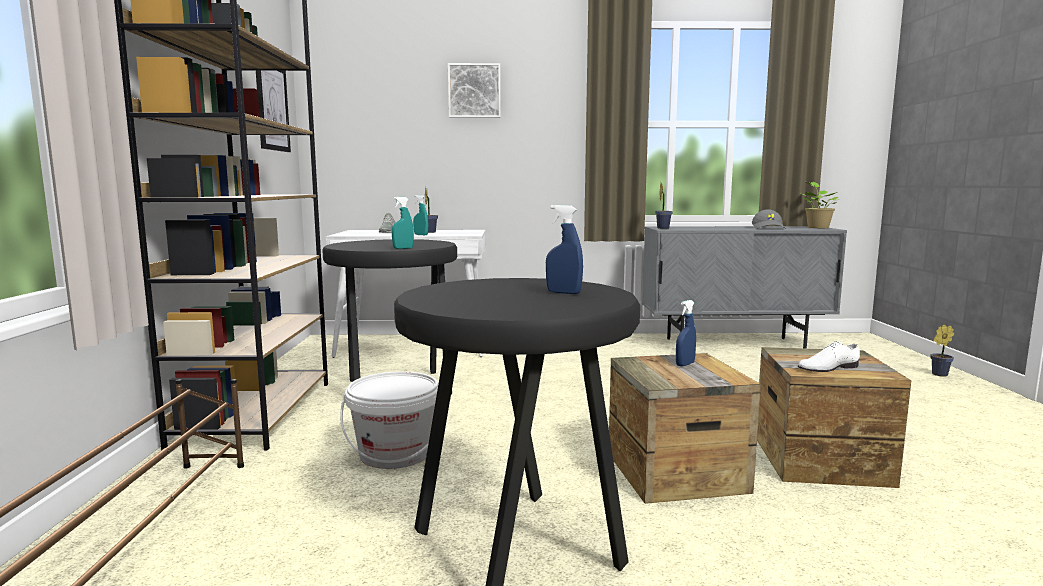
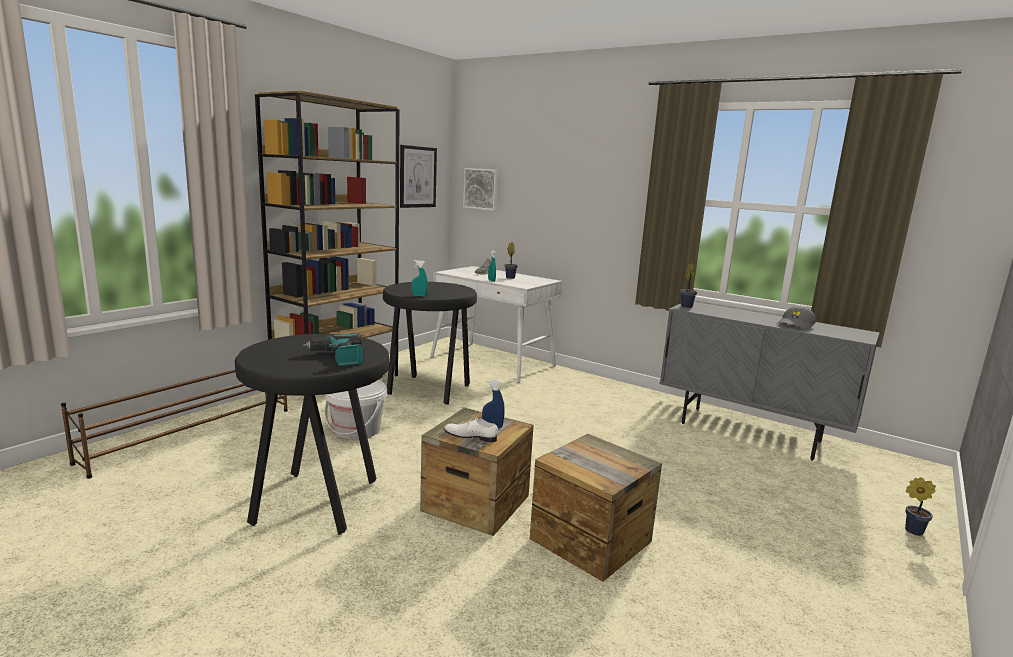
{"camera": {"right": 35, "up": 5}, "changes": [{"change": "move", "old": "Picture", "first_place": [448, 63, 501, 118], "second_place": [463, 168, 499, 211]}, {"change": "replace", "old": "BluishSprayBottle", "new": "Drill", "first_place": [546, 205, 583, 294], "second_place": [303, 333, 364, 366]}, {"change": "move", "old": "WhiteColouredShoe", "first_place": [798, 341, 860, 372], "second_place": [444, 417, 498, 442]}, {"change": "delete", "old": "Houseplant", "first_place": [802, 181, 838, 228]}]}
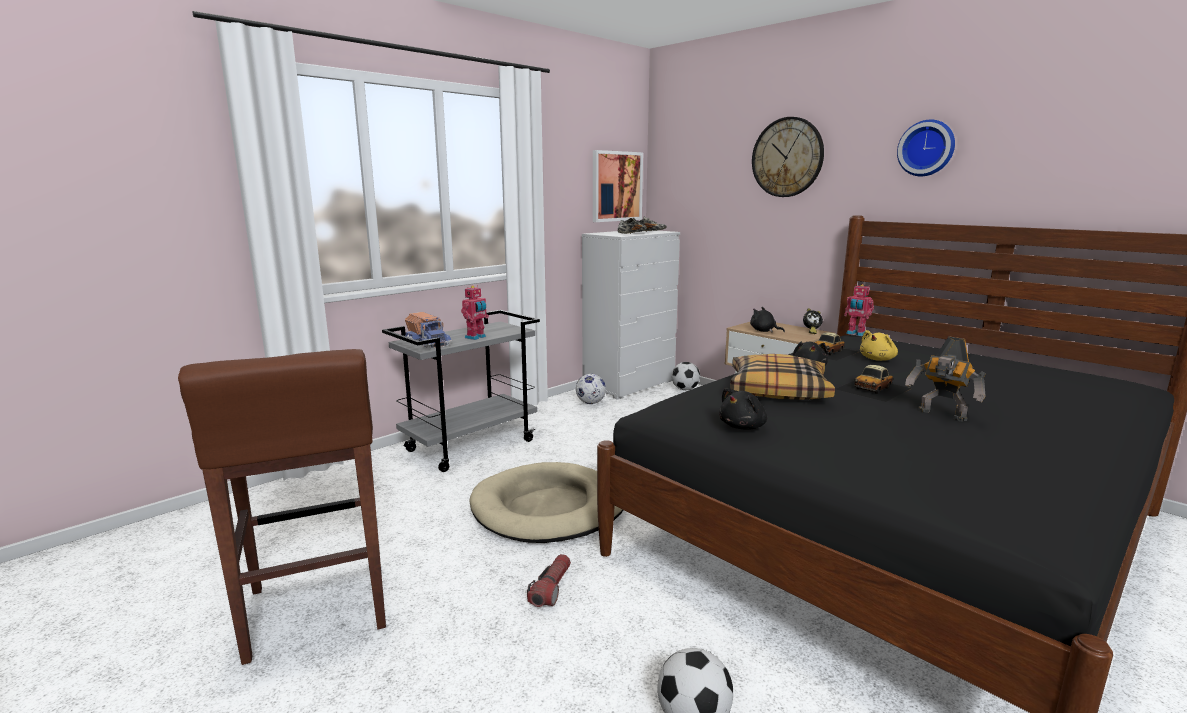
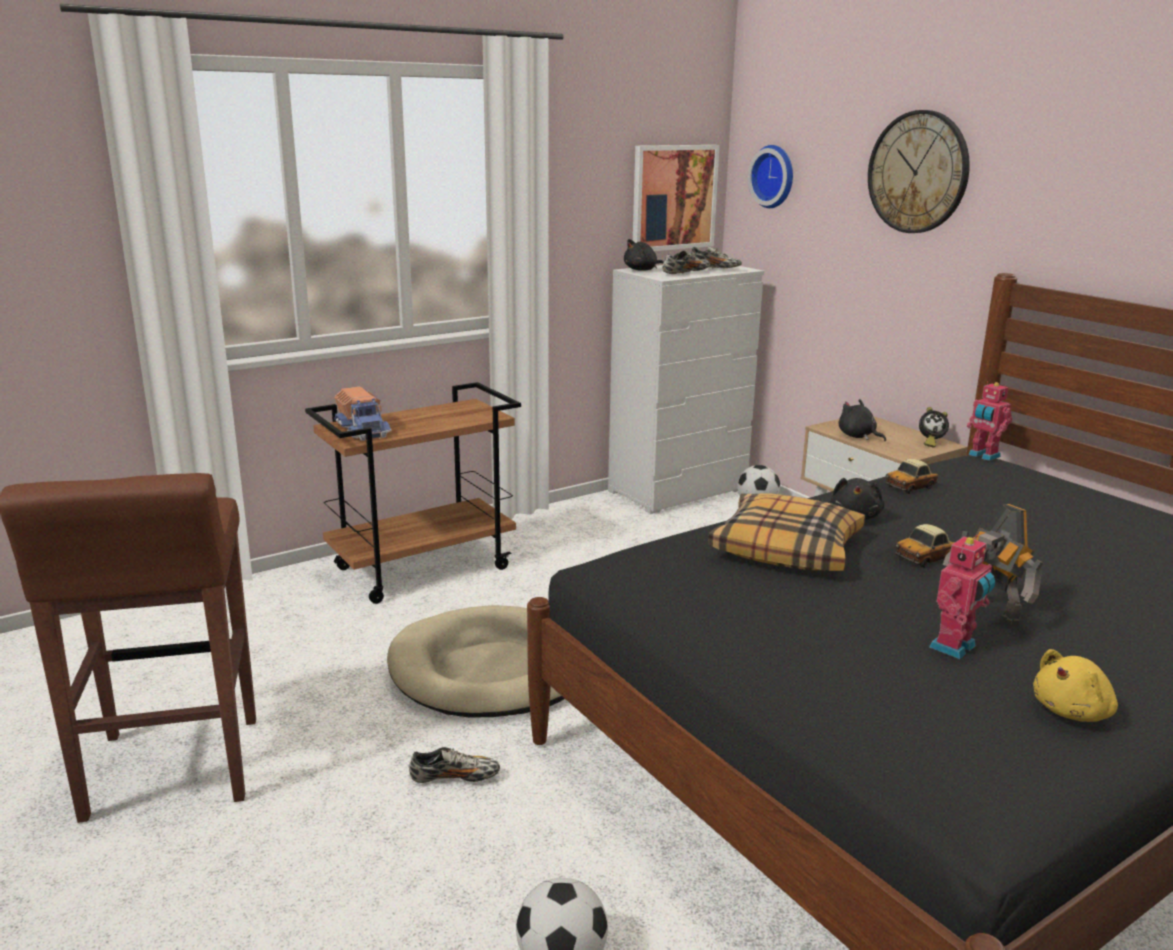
{"camera": {"right": 10, "up": 5}, "changes": [{"change": "recolor", "old": "GreyCart", "new": "BrownishCart", "first_place": [382, 310, 540, 472], "second_place": [305, 382, 521, 604]}, {"change": "move", "old": "RobotFigure", "first_place": [461, 285, 489, 340], "second_place": [929, 535, 995, 659]}, {"change": "replace", "old": "Flashlight", "new": "Shoe", "first_place": [527, 554, 571, 607], "second_place": [409, 747, 500, 783]}, {"change": "delete", "old": "Football", "first_place": [576, 374, 606, 404]}, {"change": "move", "old": "BlackishSoftToy", "first_place": [719, 388, 767, 430], "second_place": [624, 239, 664, 271]}, {"change": "move", "old": "YellowishSoftToy", "first_place": [860, 330, 898, 361], "second_place": [1033, 649, 1118, 722]}, {"change": "move", "old": "WallClock", "first_place": [897, 120, 955, 176], "second_place": [748, 145, 793, 208]}]}
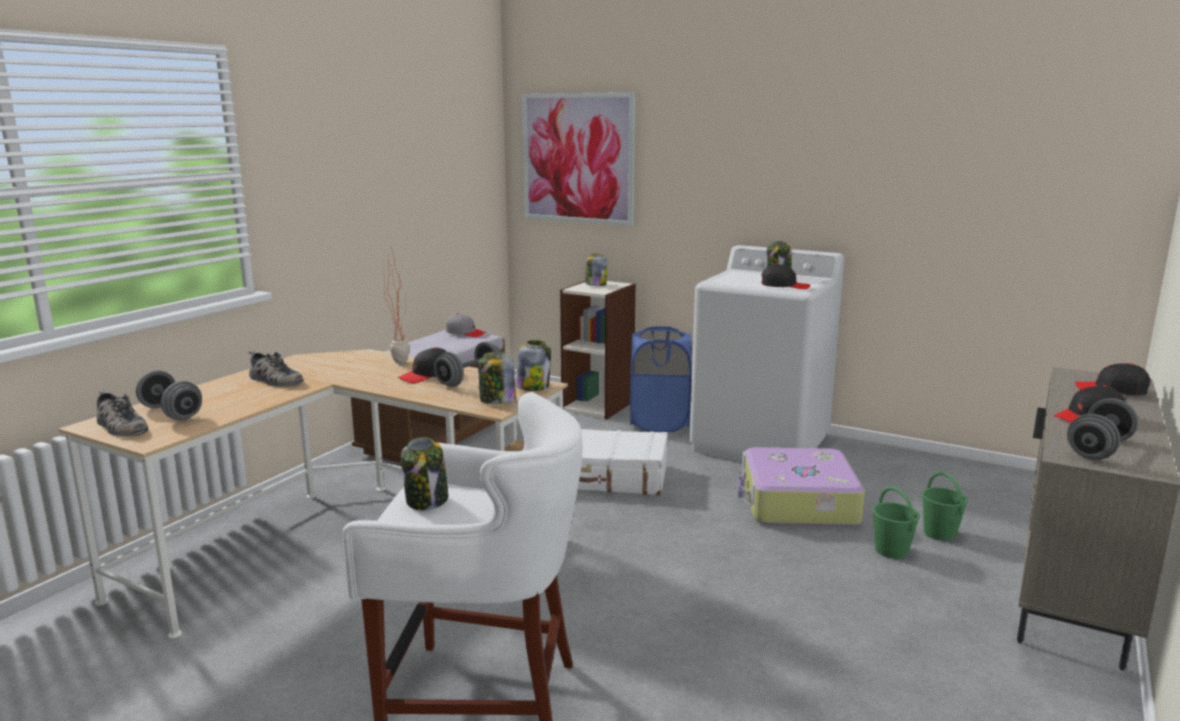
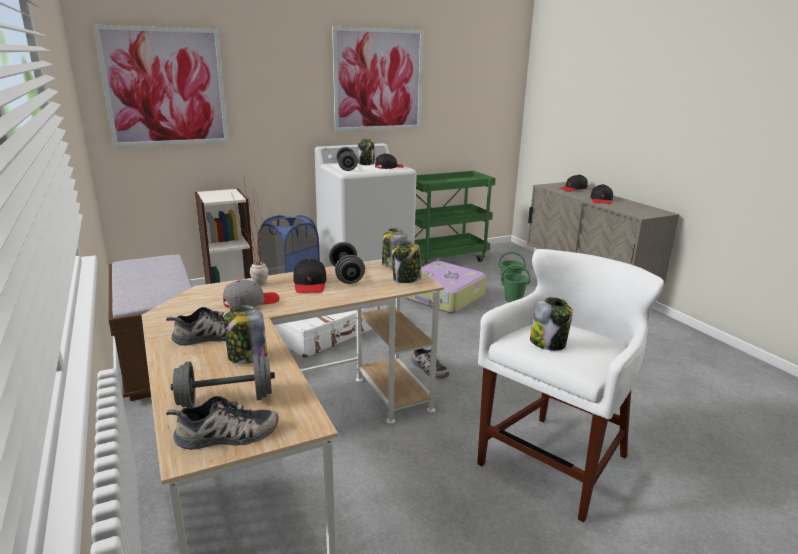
{"camera": {"right": -55, "up": 5}, "changes": [{"change": "move", "old": "GreyPeakedCap", "first_place": [446, 313, 487, 337], "second_place": [223, 280, 279, 309]}, {"change": "move", "old": "StorageJar", "first_place": [585, 254, 607, 286], "second_place": [224, 305, 267, 364]}, {"change": "move", "old": "GreyHandWeight", "first_place": [1067, 398, 1139, 460], "second_place": [336, 147, 358, 171]}, {"change": "insert", "new": "Picture", "second_place": [332, 27, 424, 131]}, {"change": "insert", "new": "Shoe", "second_place": [411, 348, 449, 379]}, {"change": "insert", "new": "GreenishCart", "second_place": [414, 171, 496, 267]}]}
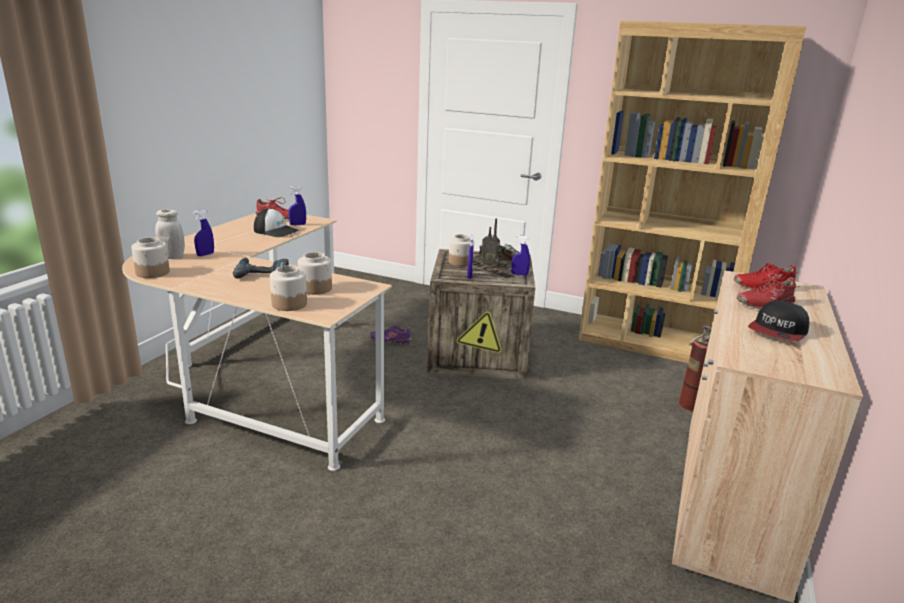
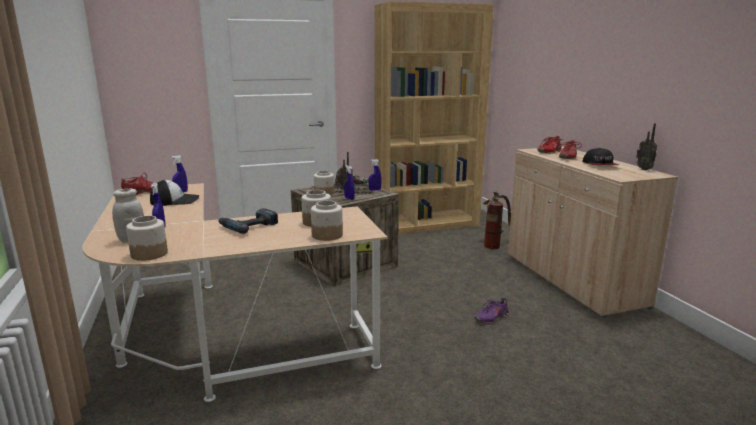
{"camera": {"right": -40, "up": -5}, "changes": [{"change": "move", "old": "PurpleShoe", "first_place": [370, 325, 412, 345], "second_place": [474, 297, 509, 324]}, {"change": "insert", "new": "Radio", "second_place": [636, 123, 657, 170]}]}
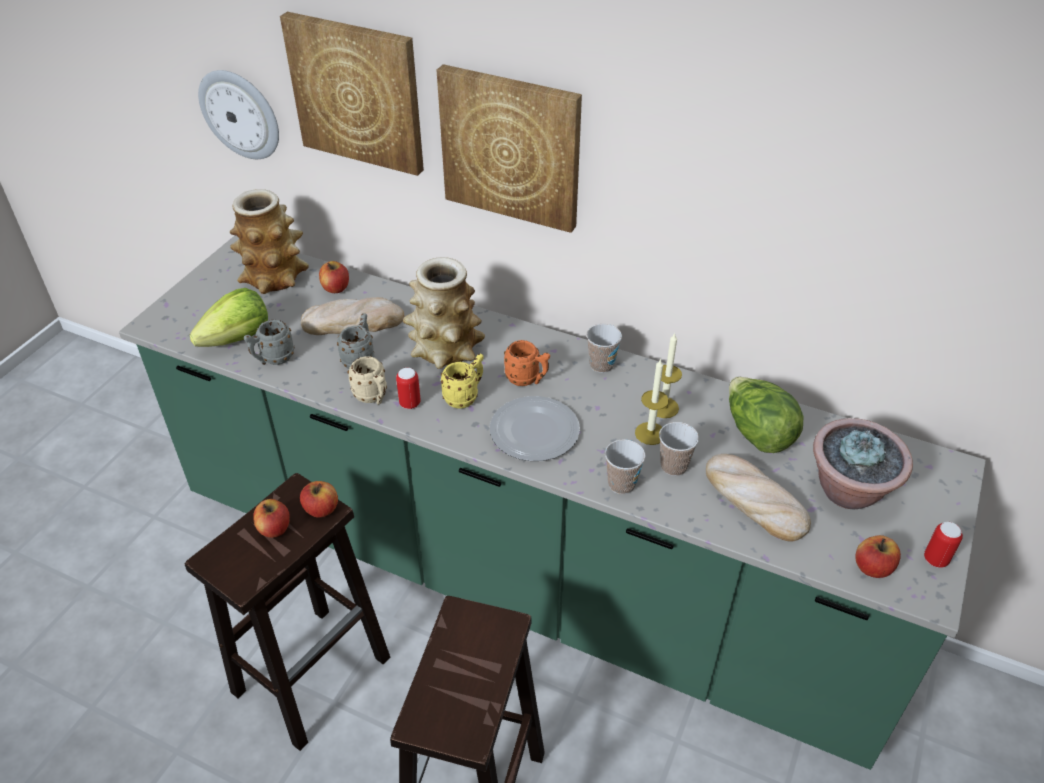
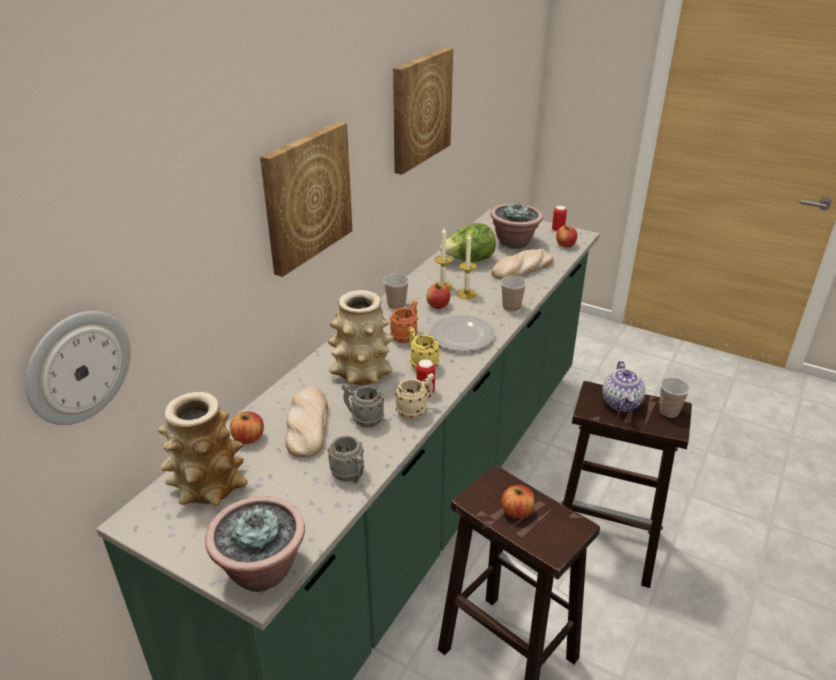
{"camera": {"right": -85, "up": -10}, "changes": [{"change": "delete", "old": "Lettuce", "first_place": [190, 288, 268, 347]}, {"change": "move", "old": "Picture", "first_place": [280, 12, 424, 176], "second_place": [393, 47, 453, 175]}, {"change": "move", "old": "Apple", "first_place": [300, 481, 338, 518], "second_place": [427, 283, 450, 309]}, {"change": "move", "old": "Cup", "first_place": [659, 422, 699, 476], "second_place": [659, 377, 691, 417]}, {"change": "insert", "new": "Houseplant", "second_place": [205, 496, 305, 592]}, {"change": "insert", "new": "TeaPot", "second_place": [602, 361, 645, 413]}]}
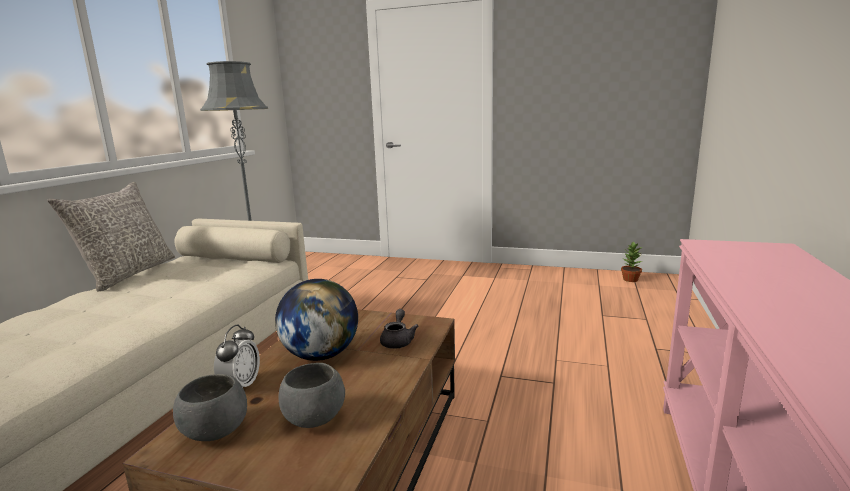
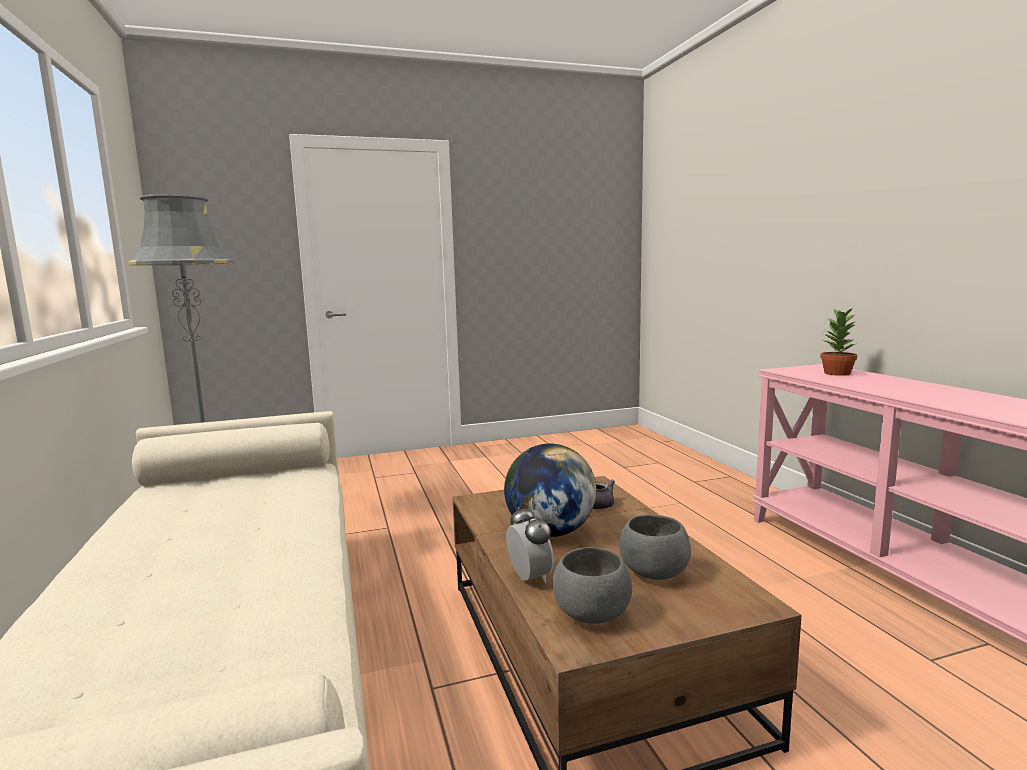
{"camera": {"right": -35, "up": -5}, "changes": [{"change": "delete", "old": "GreyCushion", "first_place": [47, 182, 175, 291]}, {"change": "move", "old": "Houseplant", "first_place": [621, 242, 643, 282], "second_place": [820, 307, 857, 376]}]}
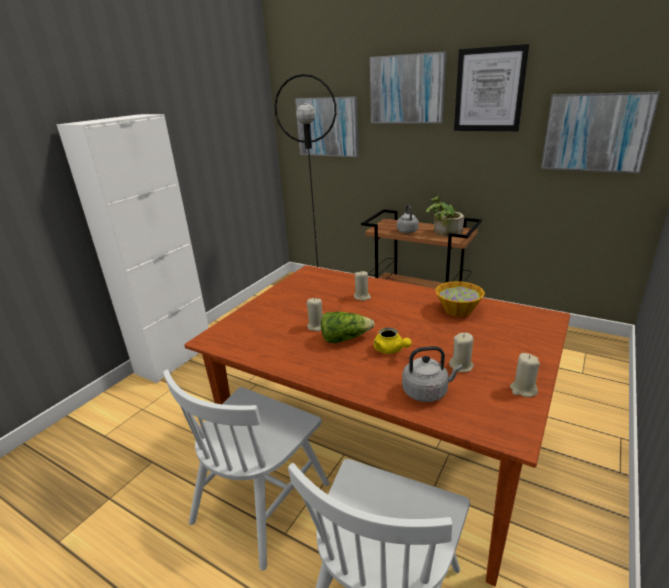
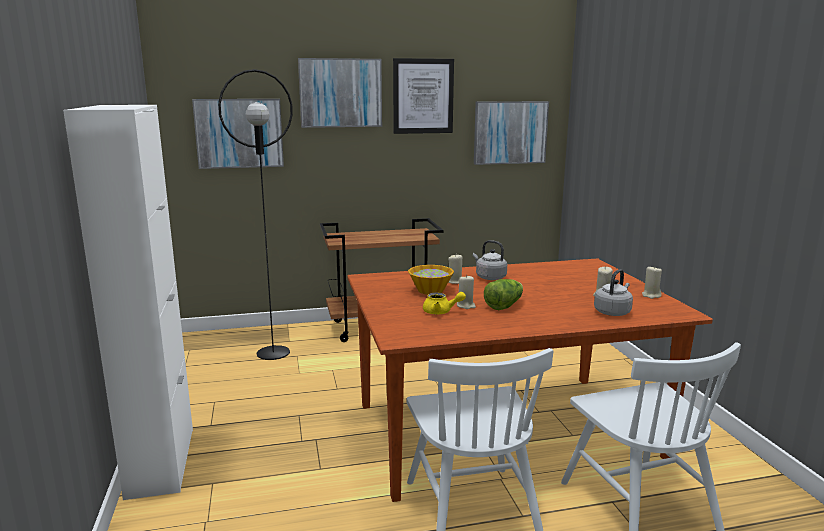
{"camera": {"right": -45, "up": -10}, "changes": [{"change": "move", "old": "YellowishTeaPot", "first_place": [374, 328, 412, 354], "second_place": [423, 292, 466, 314]}, {"change": "move", "old": "GreyWaterKettle", "first_place": [397, 205, 419, 233], "second_place": [473, 240, 507, 280]}, {"change": "delete", "old": "Houseplant", "first_place": [426, 196, 464, 237]}, {"change": "move", "old": "ServingBowl", "first_place": [435, 281, 485, 317], "second_place": [408, 265, 454, 295]}]}
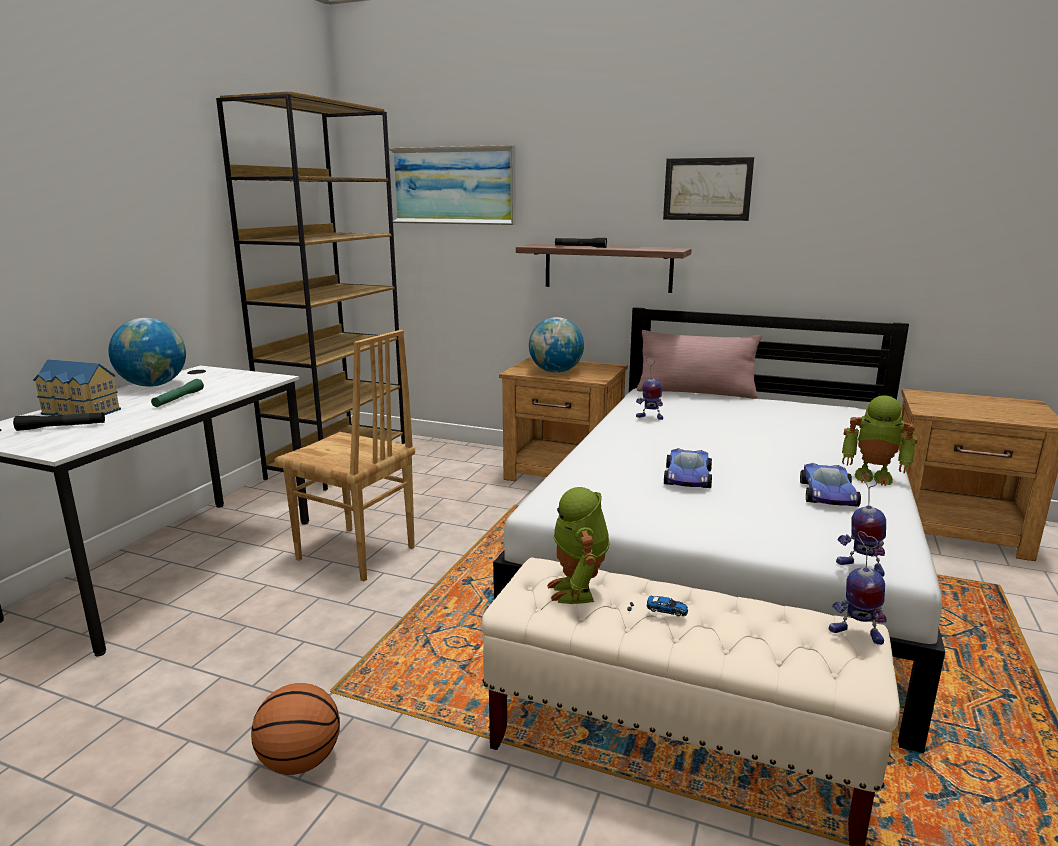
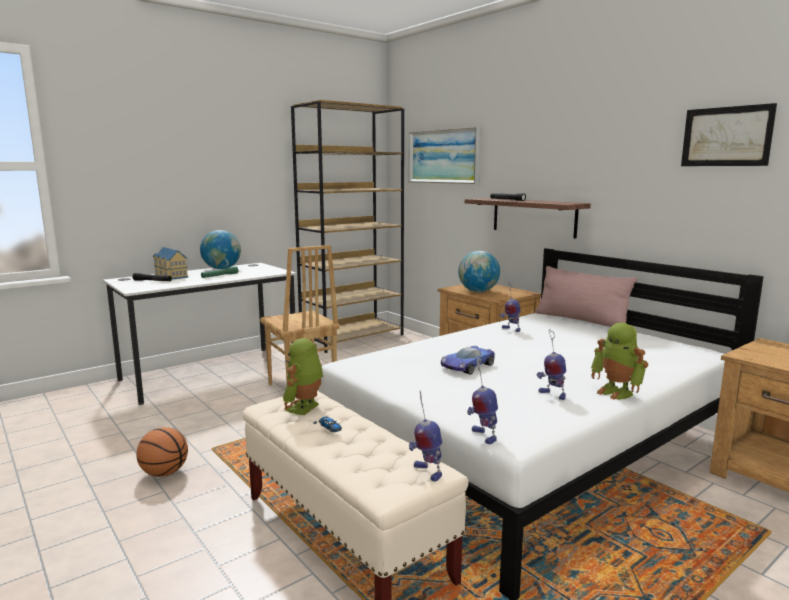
{"camera": {"right": 30, "up": -5}, "changes": [{"change": "move", "old": "Picture", "first_place": [663, 157, 754, 221], "second_place": [681, 103, 777, 166]}, {"change": "replace", "old": "ToyCar", "new": "RobotFigure", "first_place": [800, 463, 861, 507], "second_place": [537, 329, 566, 400]}]}
